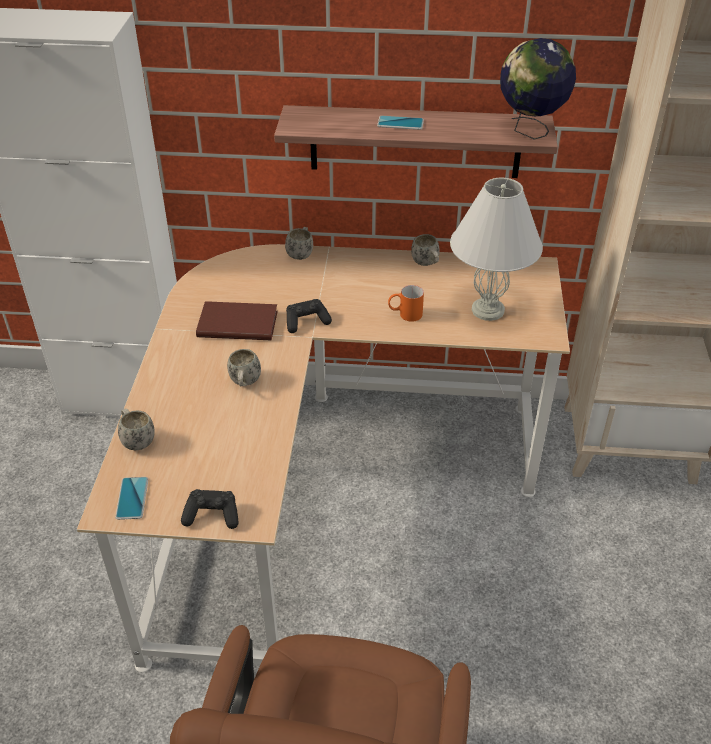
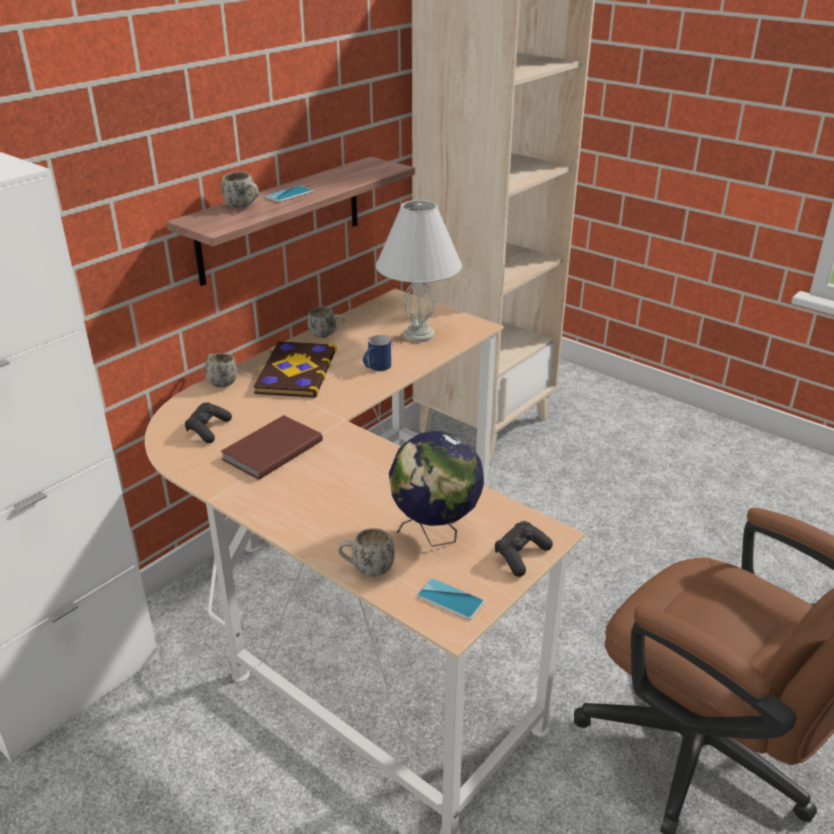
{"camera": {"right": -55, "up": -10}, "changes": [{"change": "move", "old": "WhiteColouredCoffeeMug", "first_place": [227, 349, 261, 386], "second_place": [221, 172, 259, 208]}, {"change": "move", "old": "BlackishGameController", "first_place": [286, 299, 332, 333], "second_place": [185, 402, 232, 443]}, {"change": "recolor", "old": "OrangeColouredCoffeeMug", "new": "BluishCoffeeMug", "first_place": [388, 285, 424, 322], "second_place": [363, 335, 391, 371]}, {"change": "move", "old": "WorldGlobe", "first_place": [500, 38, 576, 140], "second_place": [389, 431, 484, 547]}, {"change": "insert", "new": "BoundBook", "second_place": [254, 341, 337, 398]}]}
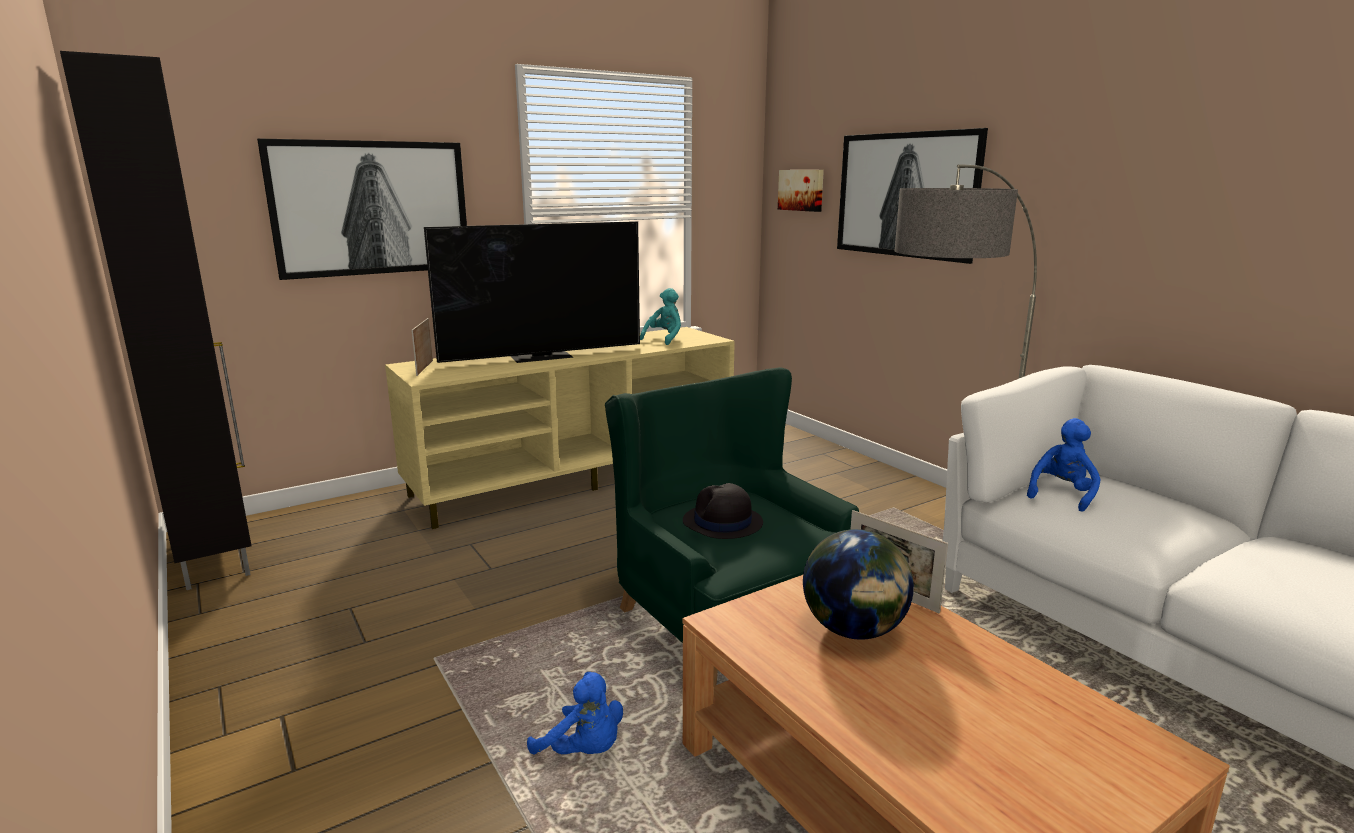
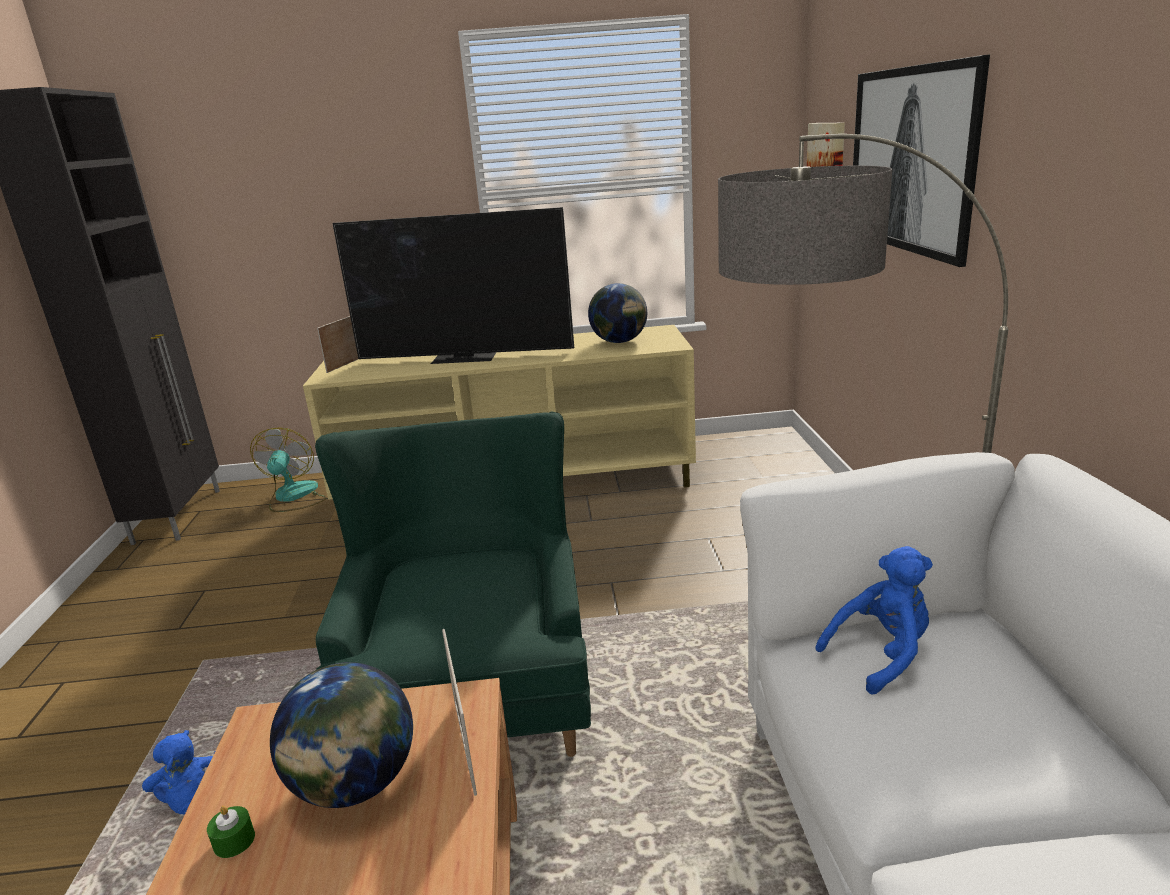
{"camera": {"right": 30, "up": 5}, "changes": [{"change": "delete", "old": "Picture", "first_place": [257, 138, 467, 280]}, {"change": "replace", "old": "TurquoiseColouredSoftToy", "new": "WorldGlobe", "first_place": [640, 288, 681, 345], "second_place": [588, 283, 647, 343]}, {"change": "delete", "old": "BlackishHat", "first_place": [683, 483, 763, 539]}, {"change": "insert", "new": "GreenishWaxLight", "second_place": [207, 806, 255, 858]}, {"change": "insert", "new": "CoolingFan", "second_place": [250, 427, 326, 512]}]}
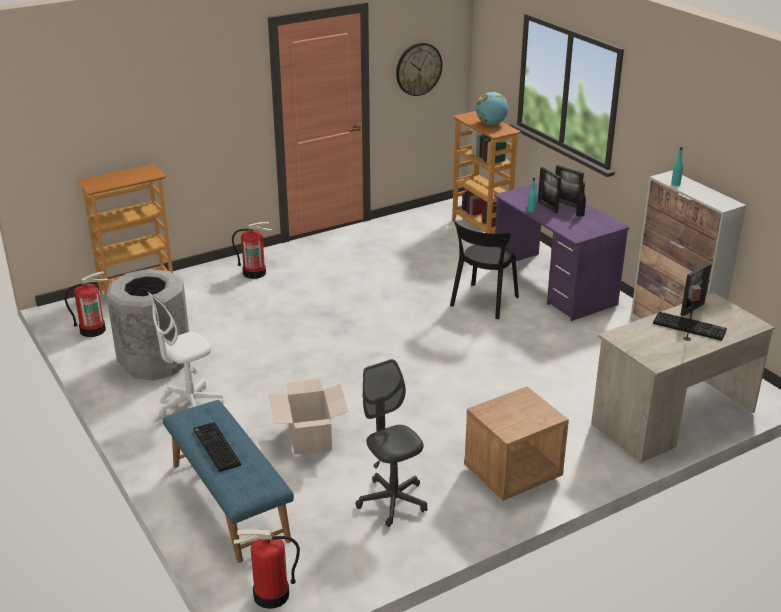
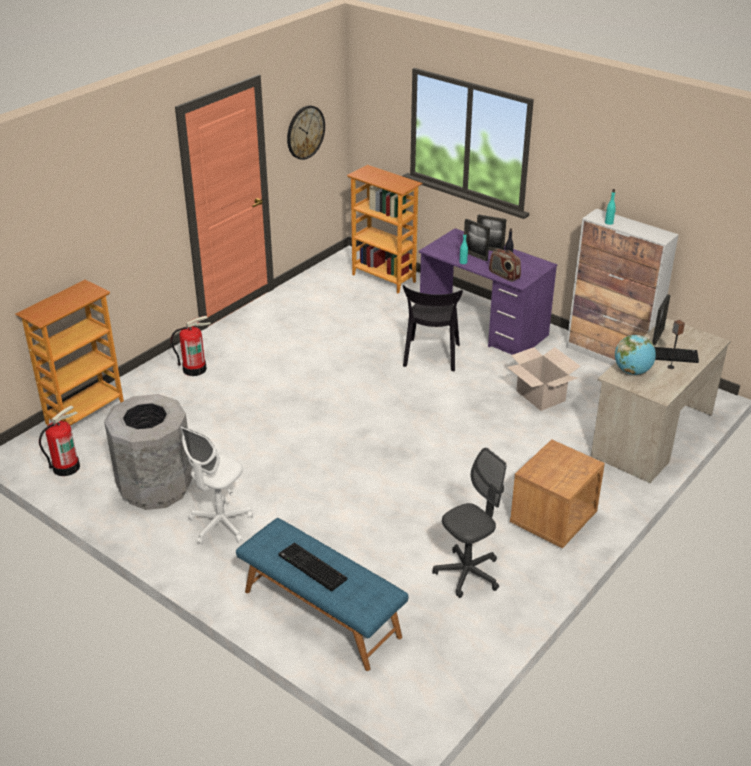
{"camera": {"right": -20, "up": 5}, "changes": [{"change": "delete", "old": "Extinguisher", "first_place": [234, 529, 300, 609]}, {"change": "move", "old": "PackingBox", "first_place": [269, 379, 348, 455], "second_place": [507, 347, 581, 411]}, {"change": "rotate", "old": "GreyDeskChair", "first_place": [355, 359, 428, 527], "second_place": [432, 447, 506, 598], "degrees": 105}, {"change": "move", "old": "WorldGlobe", "first_place": [476, 92, 508, 125], "second_place": [615, 335, 656, 375]}, {"change": "insert", "new": "Radio", "second_place": [489, 249, 521, 282]}]}
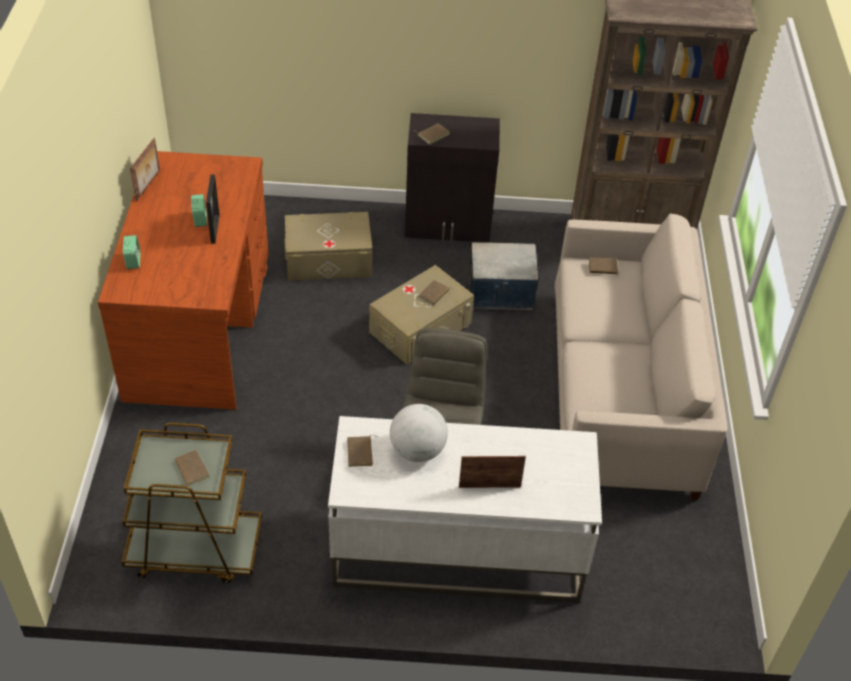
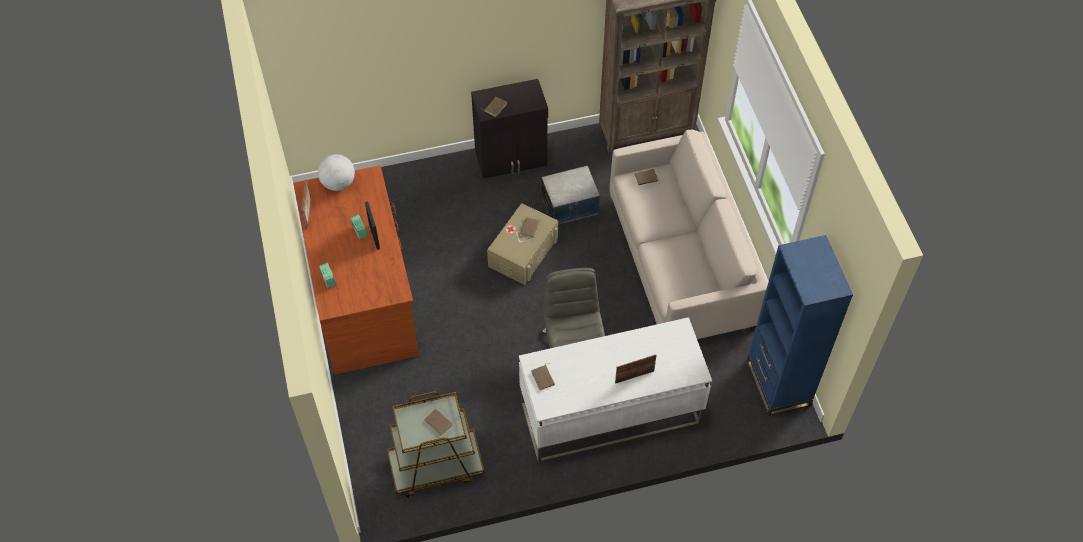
{"camera": {"right": -15, "up": 10}, "changes": [{"change": "delete", "old": "SandColouredStorageBin", "first_place": [284, 212, 372, 281]}, {"change": "move", "old": "WorldGlobe", "first_place": [390, 404, 448, 462], "second_place": [318, 154, 355, 191]}, {"change": "insert", "new": "BluishShelvingUnit", "second_place": [747, 235, 853, 416]}]}
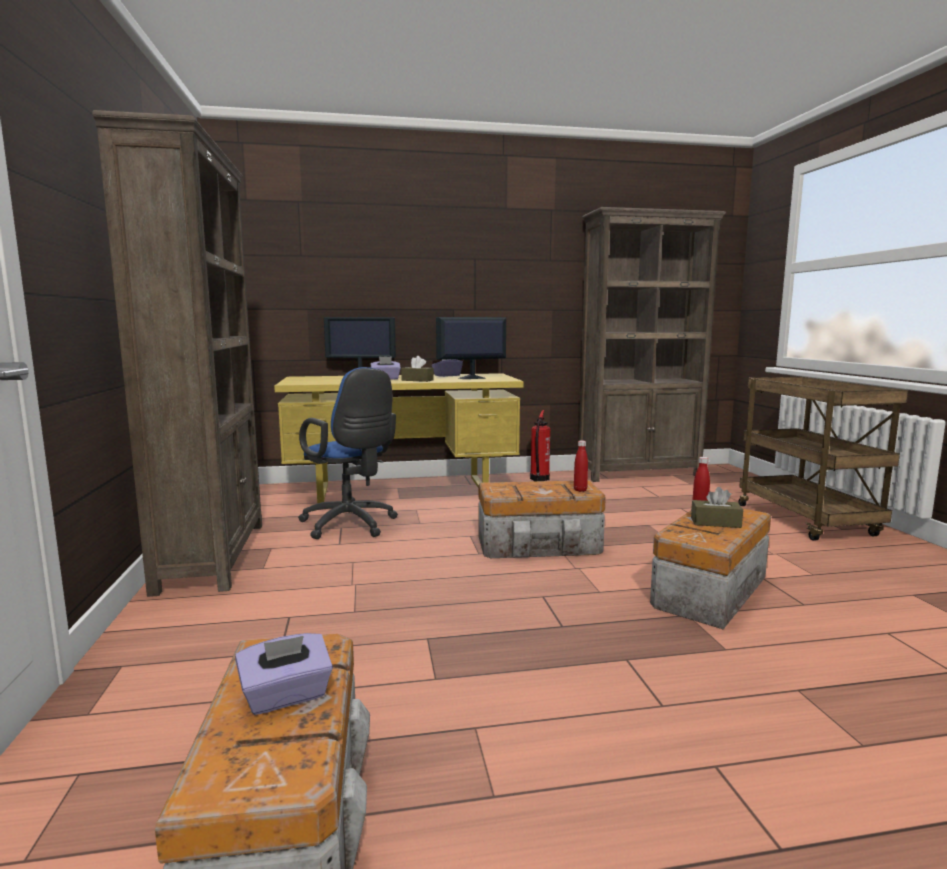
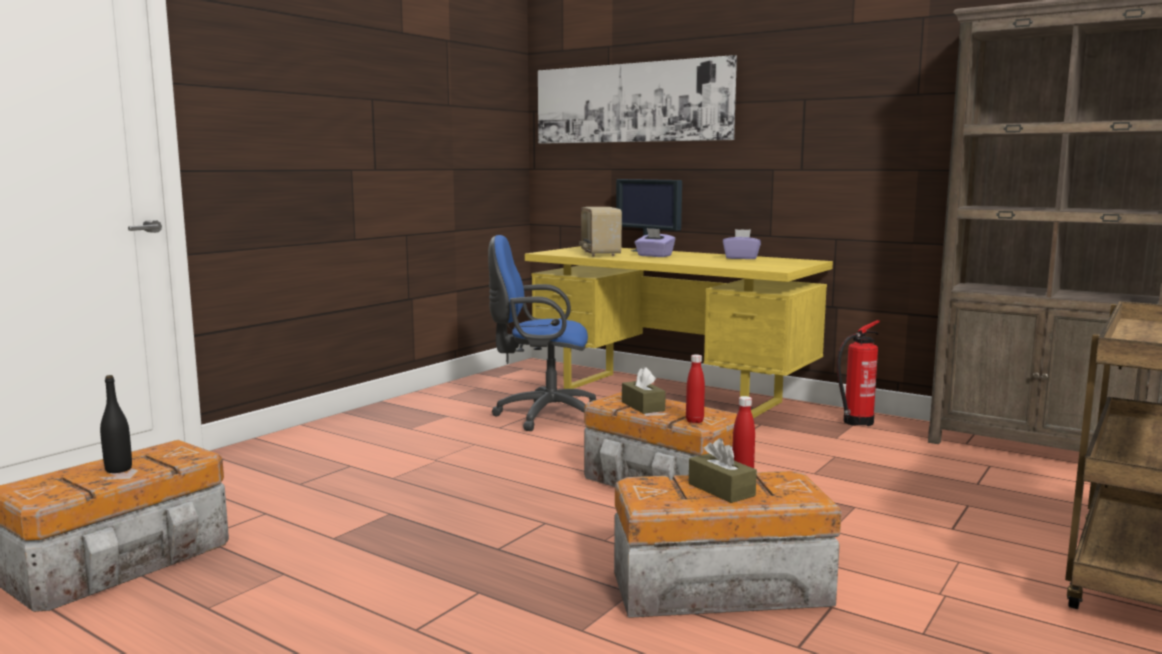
{"camera": {"right": 45, "up": 0}, "changes": [{"change": "delete", "old": "BrownishShelvingUnit", "first_place": [92, 110, 262, 597]}, {"change": "replace", "old": "PurpleBoxOfTissues", "new": "BlackishDrinkBottle", "first_place": [235, 633, 333, 715], "second_place": [100, 375, 132, 473]}, {"change": "rotate", "old": "BluishDeskChair", "first_place": [298, 367, 398, 539], "second_place": [488, 235, 597, 431], "degrees": 90}, {"change": "move", "old": "BrownishBoxOfTissues", "first_place": [401, 356, 434, 382], "second_place": [622, 367, 666, 414]}, {"change": "delete", "old": "Monitor", "first_place": [436, 317, 506, 379]}, {"change": "insert", "new": "Picture", "second_place": [538, 55, 737, 144]}, {"change": "insert", "new": "Radio", "second_place": [579, 207, 622, 257]}]}
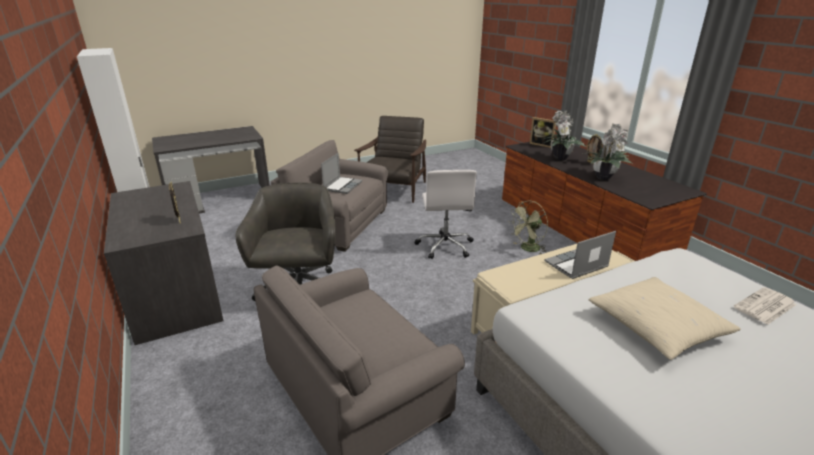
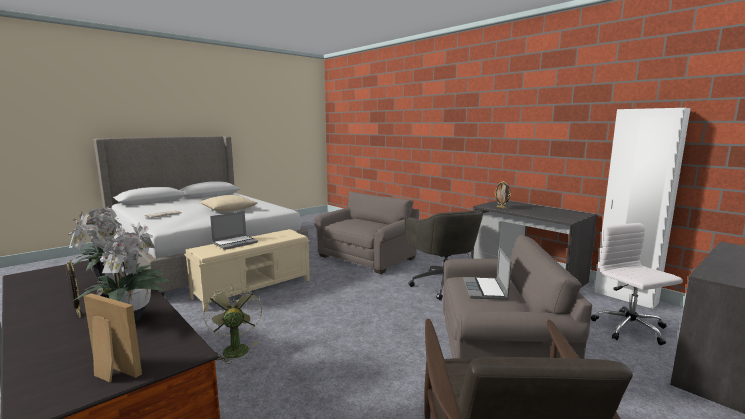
{"camera": {"right": 165, "up": -15}, "changes": [{"change": "move", "old": "WhiteColouredDeskChair", "first_place": [414, 170, 477, 259], "second_place": [591, 223, 683, 345]}, {"change": "rotate", "old": "GreenishCoolingFan", "first_place": [508, 201, 548, 255], "second_place": [203, 285, 262, 364], "degrees": -60}]}
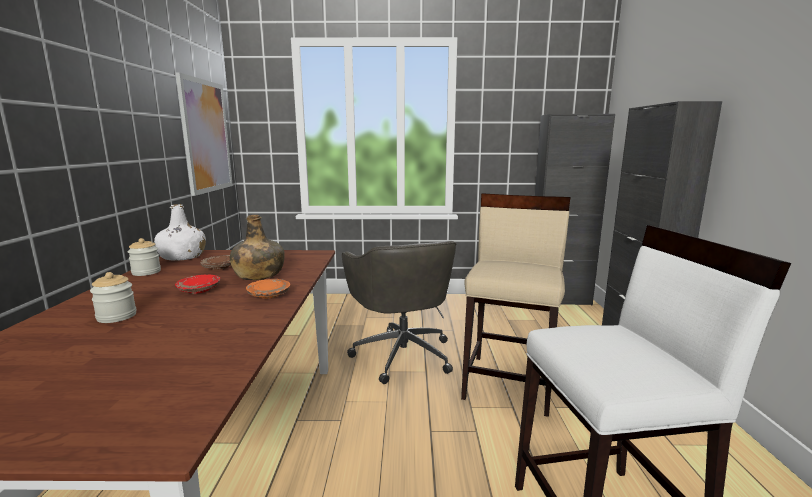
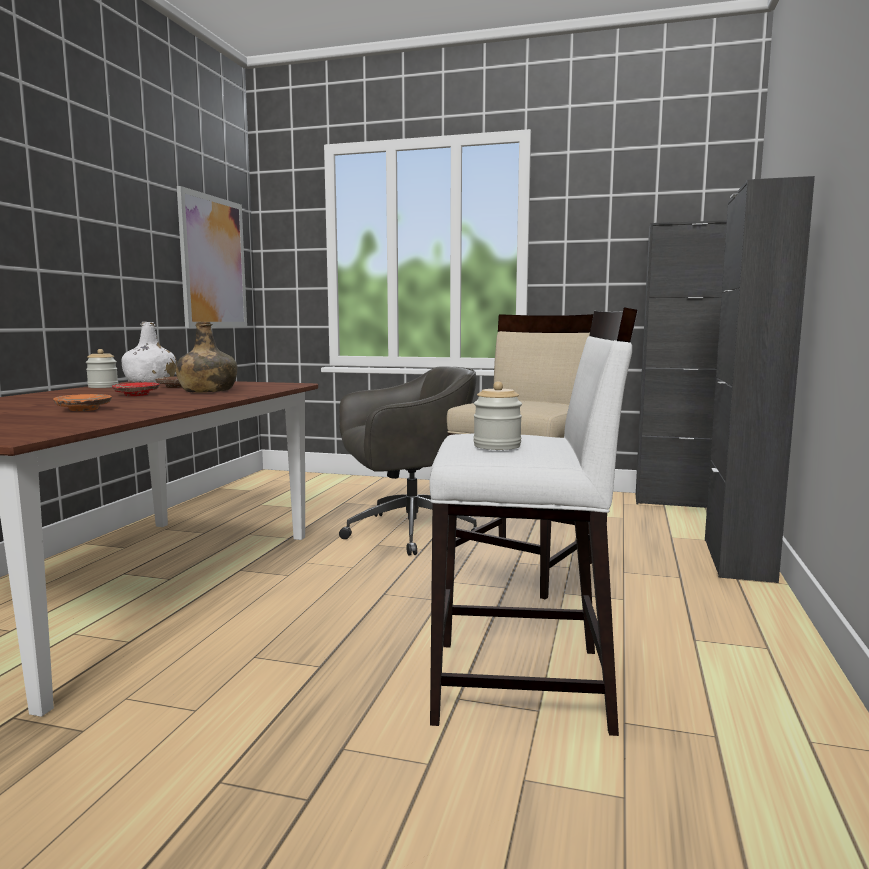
{"camera": {"right": 15, "up": -5}, "changes": [{"change": "move", "old": "StorageJar", "first_place": [90, 272, 137, 323], "second_place": [473, 381, 522, 450]}, {"change": "move", "old": "OrangeColouredFlatDish", "first_place": [246, 279, 290, 299], "second_place": [53, 394, 112, 411]}, {"change": "rotate", "old": "GreyDeskChair", "first_place": [342, 241, 456, 384], "second_place": [339, 366, 478, 556], "degrees": -105}]}
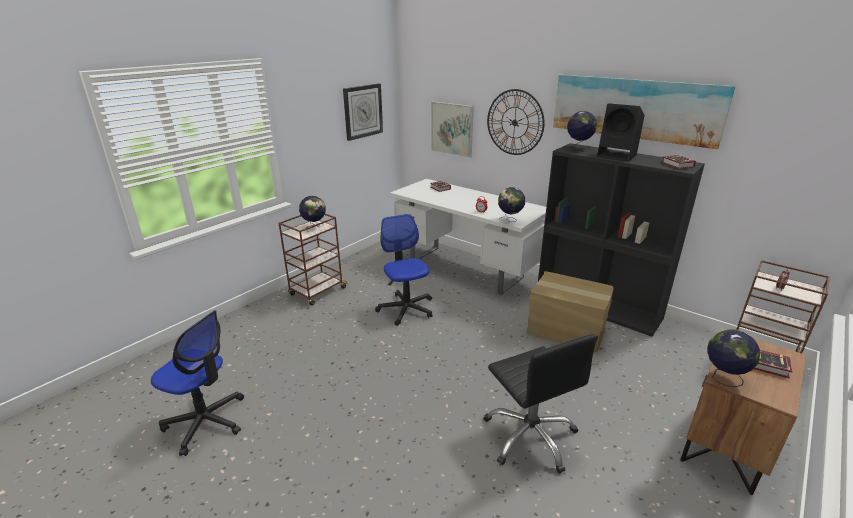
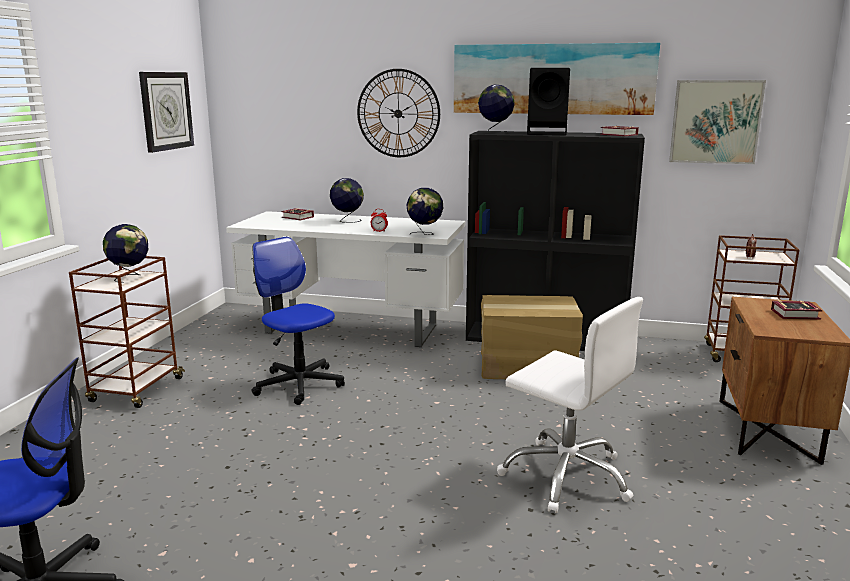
{"camera": {"right": -25, "up": -10}, "changes": [{"change": "move", "old": "Picture", "first_place": [431, 101, 474, 158], "second_place": [669, 80, 766, 164]}, {"change": "recolor", "old": "BlackishDeskChair", "new": "WhiteColouredDeskChair", "first_place": [484, 334, 598, 474], "second_place": [497, 297, 643, 513]}, {"change": "move", "old": "WorldGlobe", "first_place": [707, 329, 760, 387], "second_place": [330, 178, 364, 223]}]}
